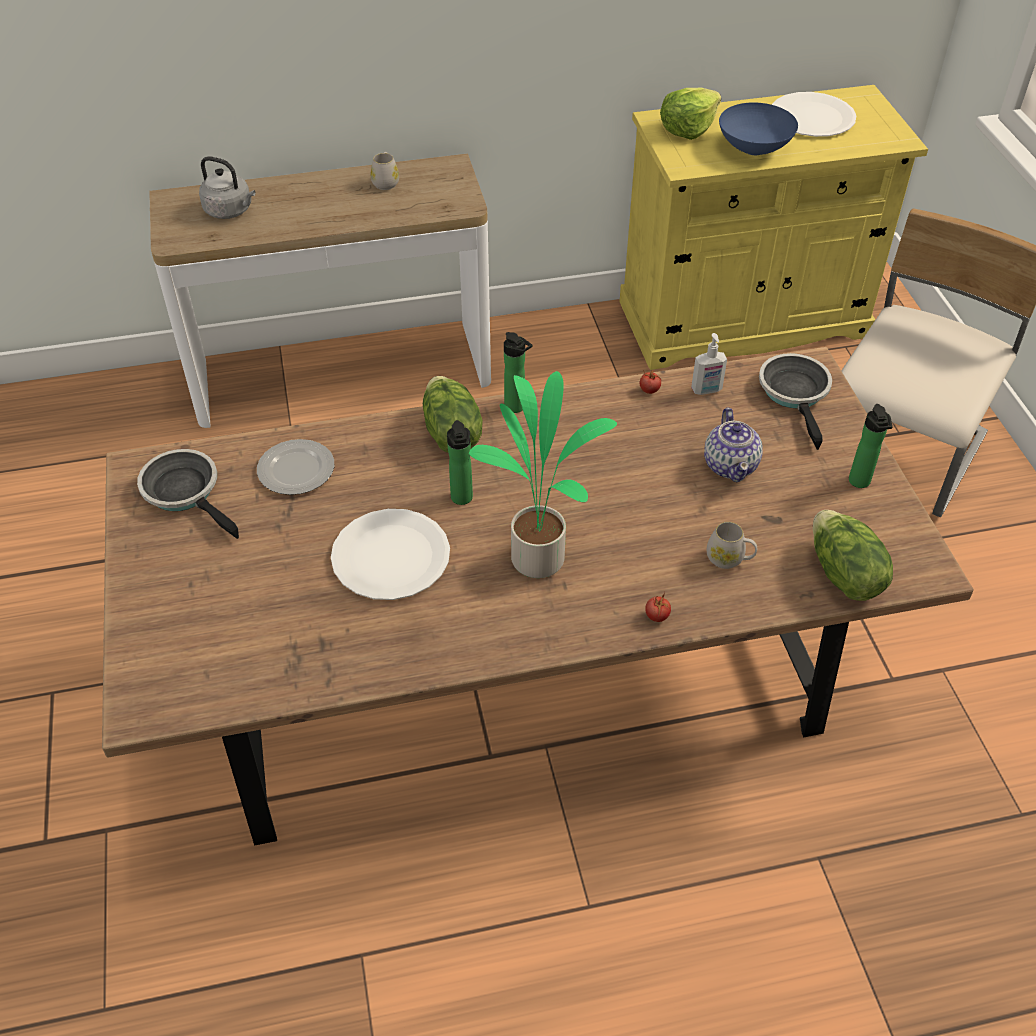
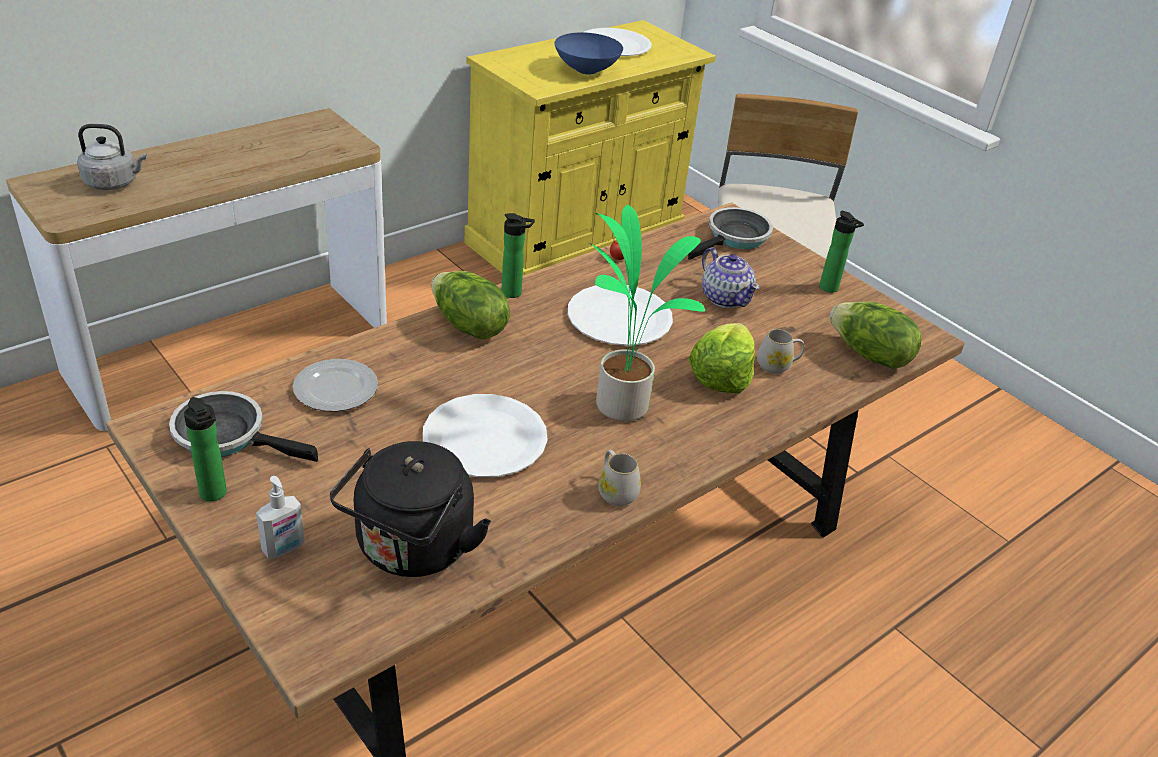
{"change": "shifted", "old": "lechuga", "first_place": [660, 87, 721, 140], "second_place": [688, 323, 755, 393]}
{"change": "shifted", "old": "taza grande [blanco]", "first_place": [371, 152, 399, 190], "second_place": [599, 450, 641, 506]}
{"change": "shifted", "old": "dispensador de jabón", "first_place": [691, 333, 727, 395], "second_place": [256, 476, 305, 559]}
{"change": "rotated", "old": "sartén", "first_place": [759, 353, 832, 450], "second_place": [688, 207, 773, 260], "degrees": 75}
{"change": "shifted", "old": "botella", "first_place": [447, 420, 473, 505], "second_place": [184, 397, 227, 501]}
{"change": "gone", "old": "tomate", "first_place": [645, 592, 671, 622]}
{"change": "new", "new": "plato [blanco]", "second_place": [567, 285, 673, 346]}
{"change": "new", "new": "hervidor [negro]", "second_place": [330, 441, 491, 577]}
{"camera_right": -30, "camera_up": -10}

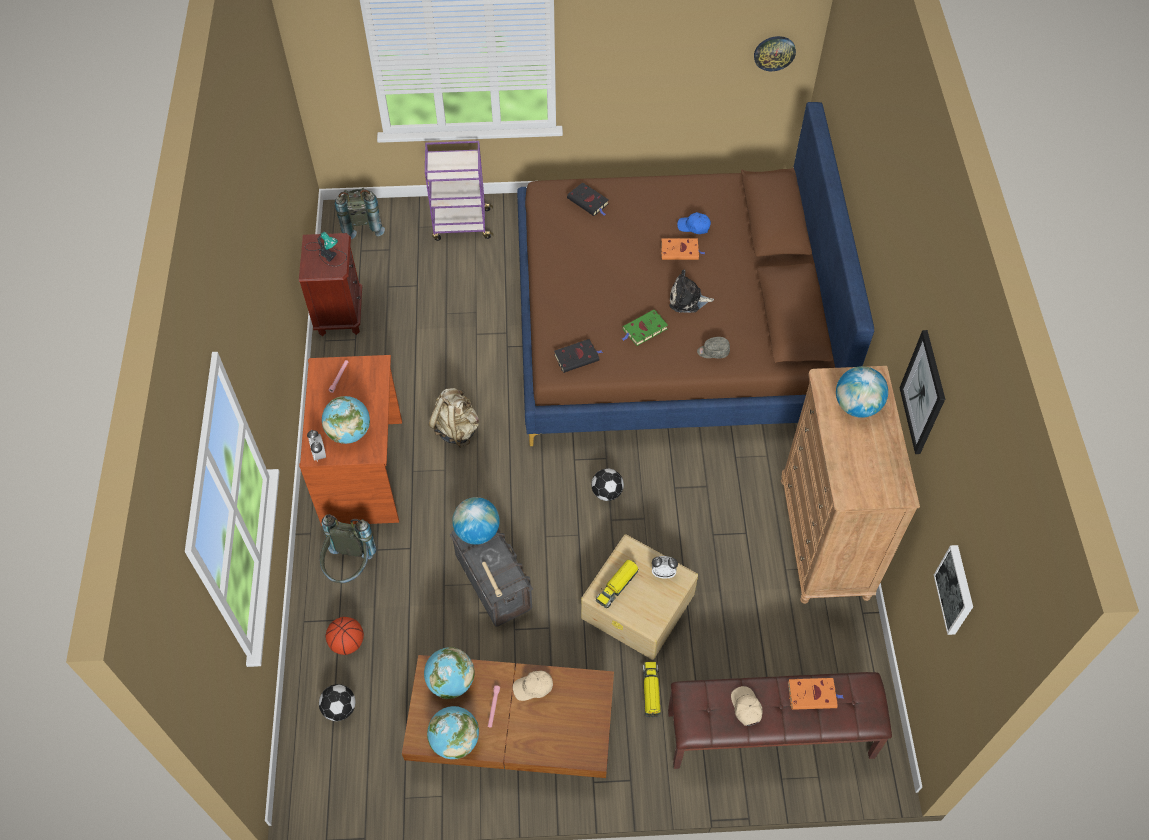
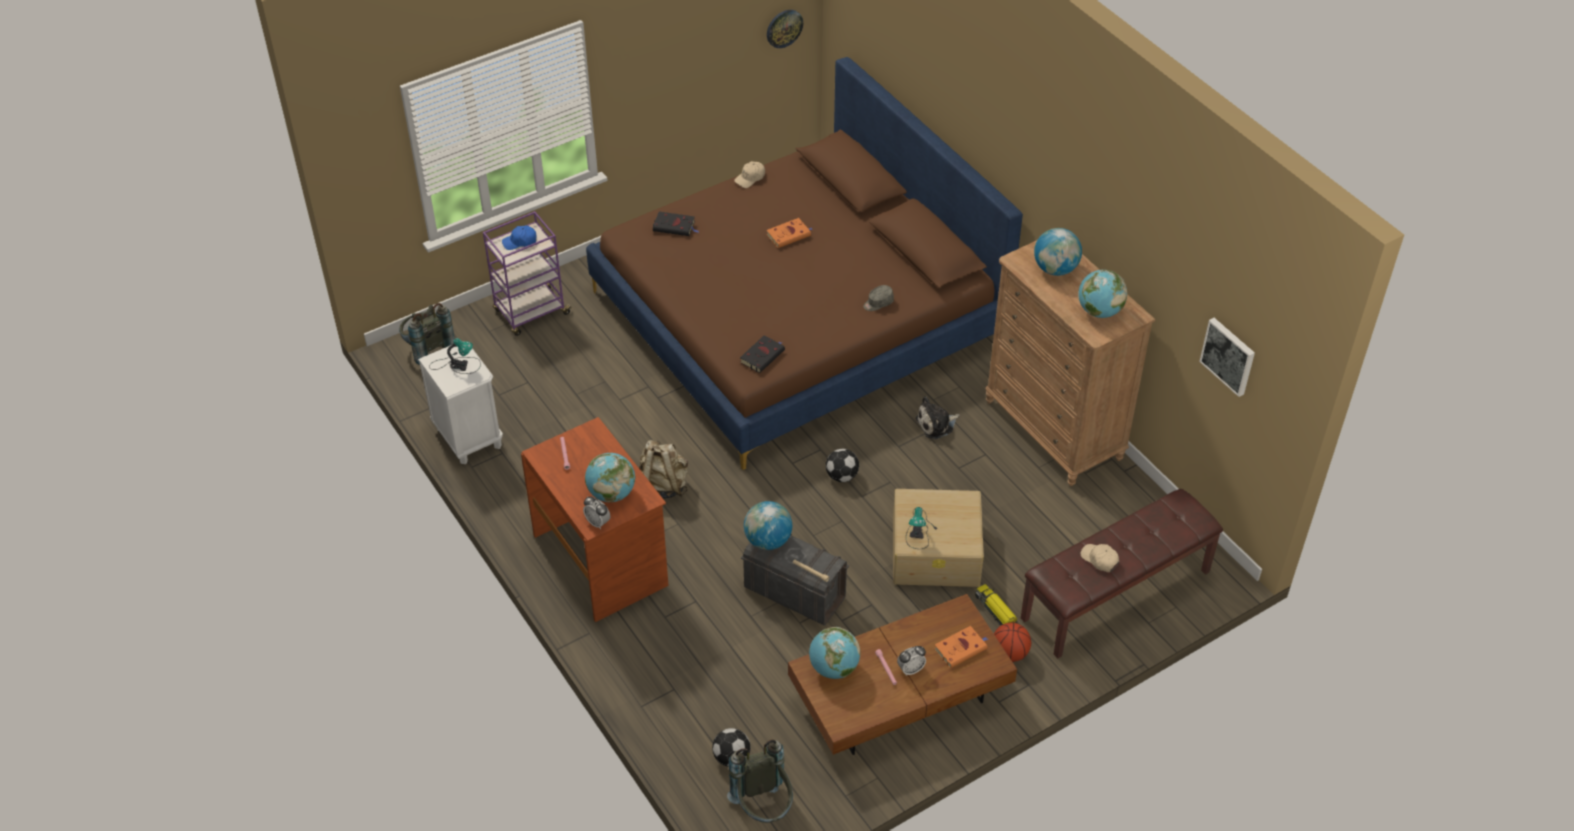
{"change": "shifted", "old": "gorra [azul]", "first_place": [677, 212, 711, 234], "second_place": [502, 226, 536, 250]}
{"change": "repainted", "old": "mesita de noche [marrón]", "new": "mesita de noche [blanco]", "first_place": [299, 233, 362, 336], "second_place": [418, 341, 503, 464]}
{"change": "shifted", "old": "peluche", "first_place": [669, 270, 714, 313], "second_place": [915, 397, 960, 439]}
{"change": "gone", "old": "libro [verde]", "first_place": [622, 310, 668, 346]}
{"change": "gone", "old": "cuadro", "first_place": [900, 330, 945, 454]}
{"change": "shifted", "old": "mochila [gris]", "first_place": [320, 514, 377, 583], "second_place": [727, 740, 793, 823]}
{"change": "shifted", "old": "despertador", "first_place": [652, 556, 678, 579], "second_place": [897, 646, 926, 676]}
{"change": "swapped", "old": "camión de juguete", "new": "lámpara de mesa", "first_place": [596, 560, 639, 608], "second_place": [906, 507, 938, 549]}
{"change": "shifted", "old": "balón de baloncesto", "first_place": [325, 617, 364, 655], "second_place": [994, 622, 1031, 662]}
{"change": "shifted", "old": "gorra [beis]", "first_place": [513, 670, 553, 701], "second_place": [734, 161, 765, 188]}
{"change": "shifted", "old": "libro [naranja]", "first_place": [788, 678, 844, 710], "second_place": [934, 626, 988, 668]}
{"change": "shifted", "old": "globo terráqueo", "first_place": [427, 706, 479, 759], "second_place": [1078, 270, 1127, 318]}
{"camera_right": -30, "camera_up": -10}

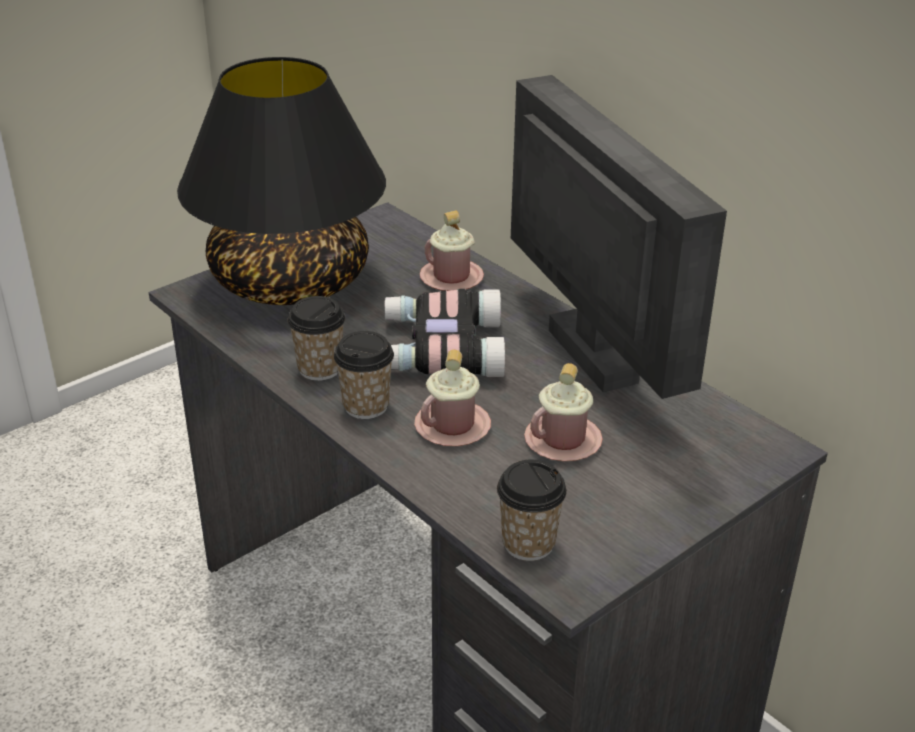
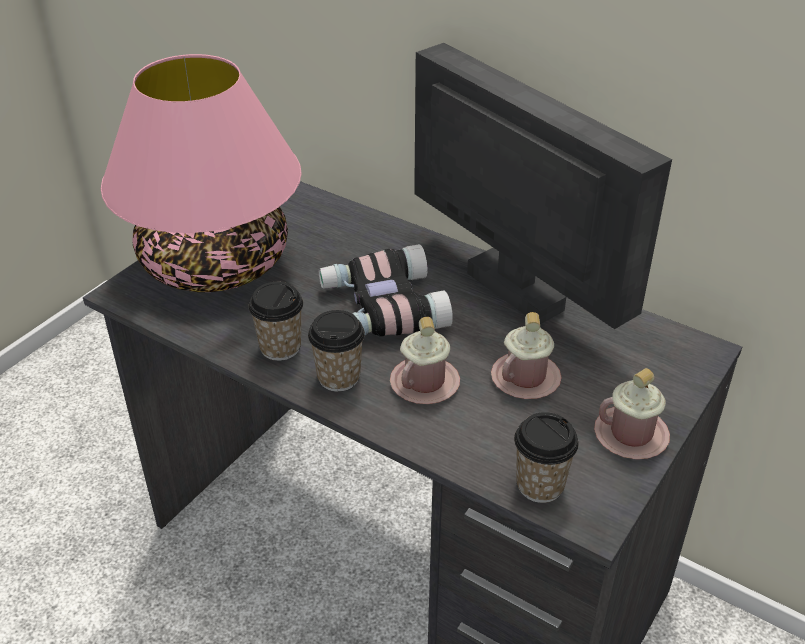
{"change": "repainted", "old": "lámpara de mesa [negro]", "new": "lámpara de mesa [rosa]", "first_place": [177, 57, 386, 305], "second_place": [101, 54, 302, 292]}
{"change": "shifted", "old": "taza grande [rosa]", "first_place": [420, 210, 484, 291], "second_place": [594, 368, 670, 459]}
{"camera_right": -15, "camera_up": 5}

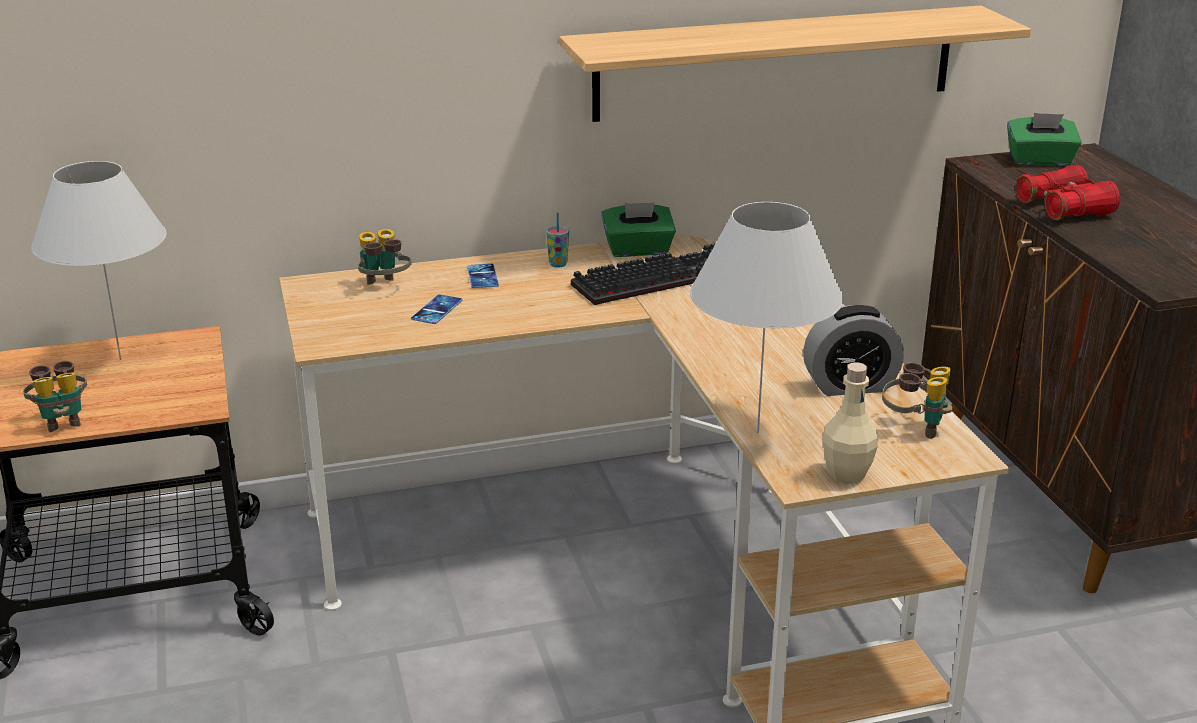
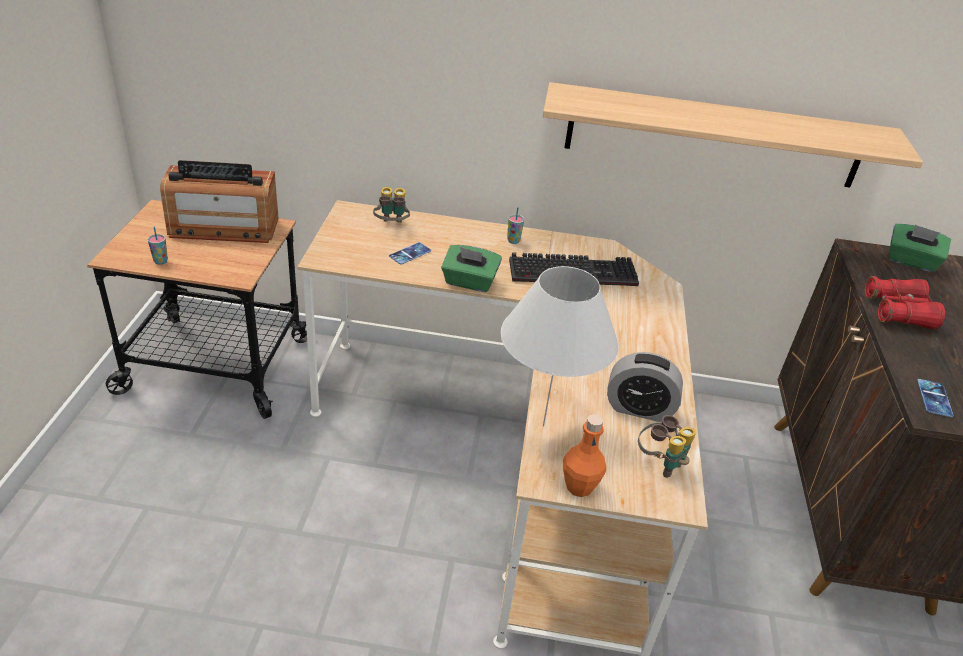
{"change": "swapped", "old": "lámpara de mesa [blanco]", "new": "radio", "first_place": [31, 161, 167, 360], "second_place": [160, 160, 279, 243]}
{"change": "shifted", "old": "caja de pañuelos [verde]", "first_place": [601, 202, 676, 257], "second_place": [441, 245, 502, 292]}
{"change": "shifted", "old": "móvil", "first_place": [467, 264, 499, 288], "second_place": [917, 379, 954, 417]}
{"change": "swapped", "old": "prismáticos", "new": "taza", "first_place": [23, 361, 87, 432], "second_place": [148, 227, 168, 265]}
{"change": "repainted", "old": "botella [beis]", "new": "botella [naranja]", "first_place": [823, 362, 878, 484], "second_place": [563, 414, 606, 497]}
{"camera_right": 20, "camera_up": 10}

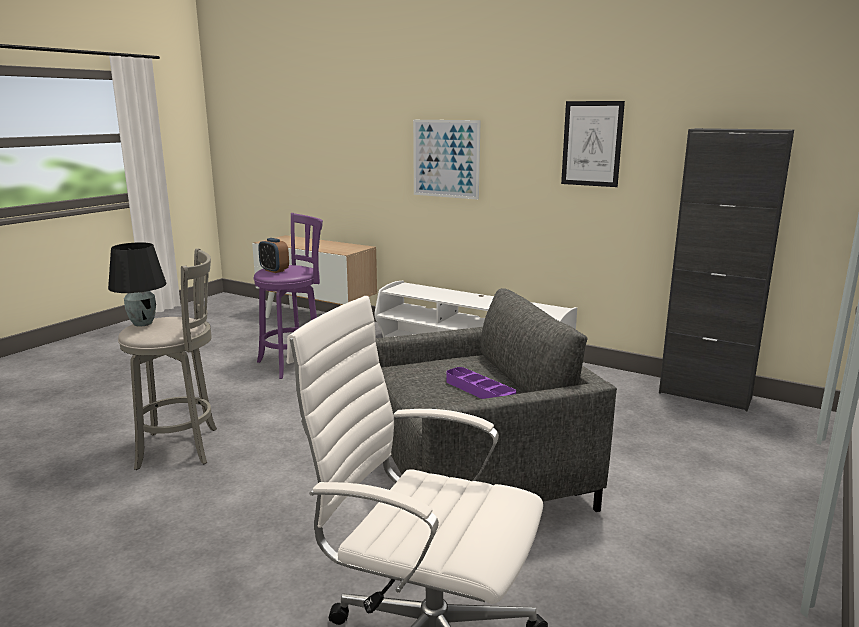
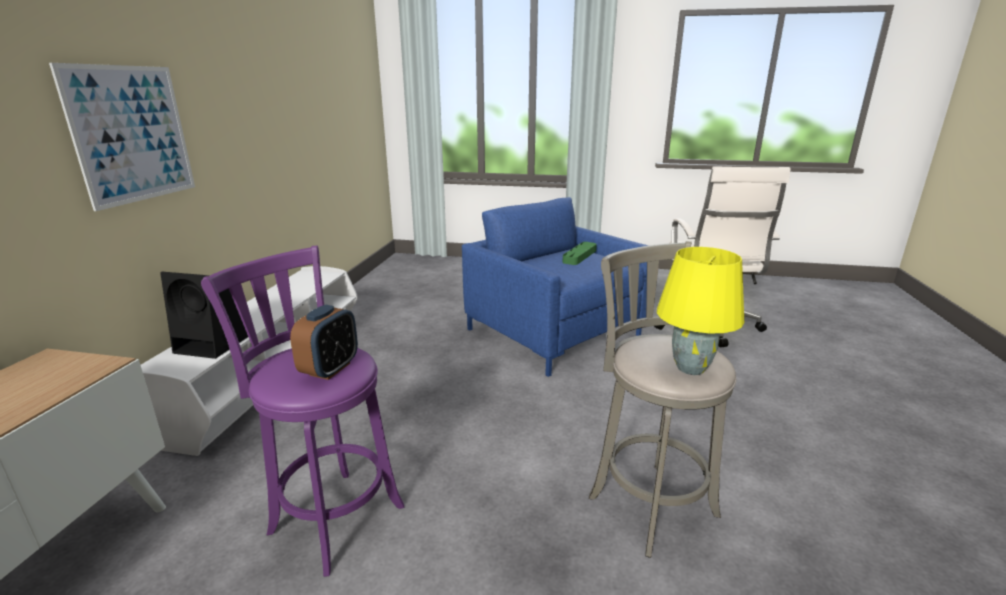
{"change": "gone", "old": "cuadro", "first_place": [561, 101, 625, 187]}
{"change": "gone", "old": "armario [negro]", "first_place": [659, 128, 794, 411]}
{"change": "repainted", "old": "lámpara de mesa [negro]", "new": "lámpara de mesa [amarillo]", "first_place": [108, 242, 166, 327], "second_place": [657, 247, 744, 375]}
{"change": "repainted", "old": "sillón [gris]", "new": "sillón [azul]", "first_place": [375, 288, 617, 512], "second_place": [462, 197, 649, 377]}
{"change": "repainted", "old": "bandeja [morado]", "new": "bandeja [verde]", "first_place": [446, 367, 516, 399], "second_place": [563, 242, 597, 265]}
{"change": "new", "new": "altavoz [negro]", "second_place": [160, 272, 248, 359]}
{"camera_right": -110, "camera_up": 5}

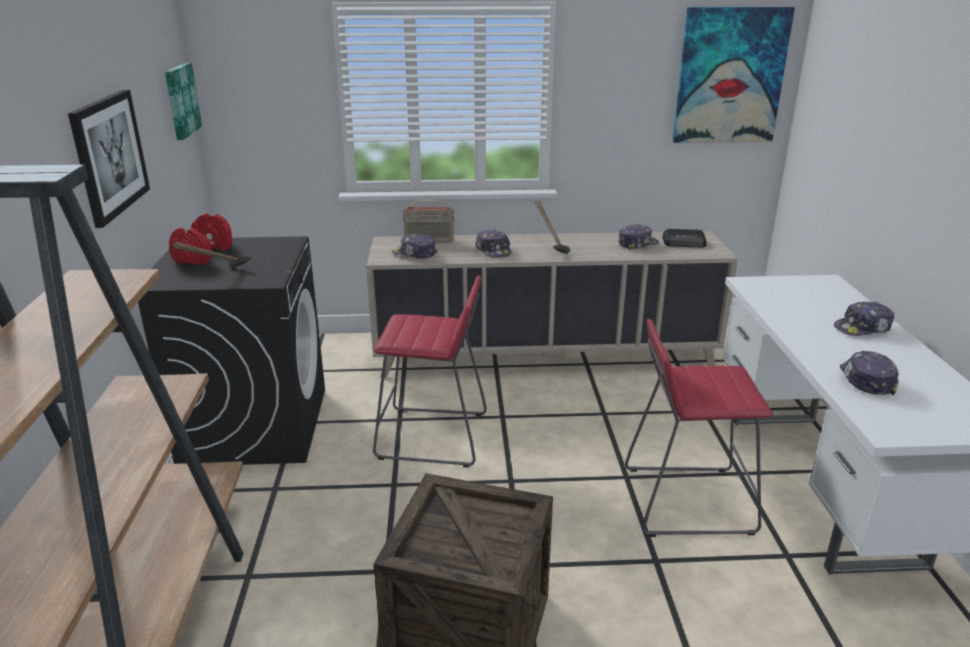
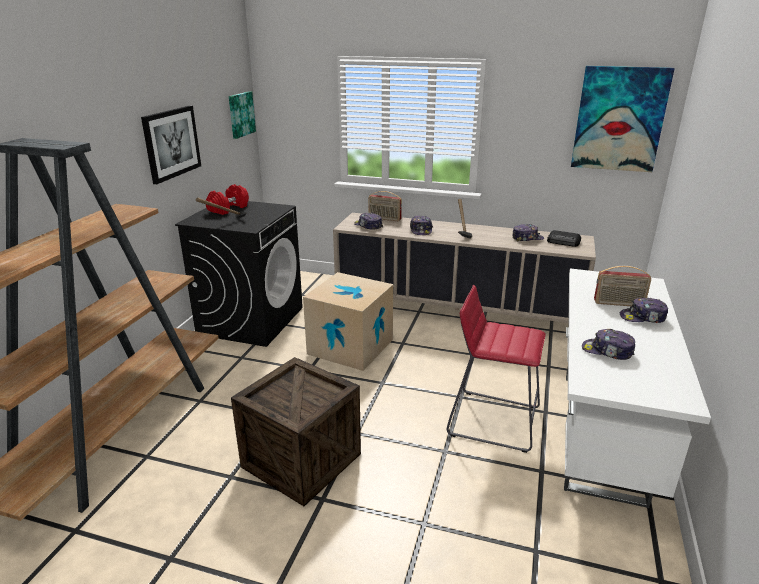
{"change": "swapped", "old": "taburete [rojo]", "new": "caja de cartón", "first_place": [373, 275, 487, 468], "second_place": [303, 272, 393, 371]}
{"change": "rotated", "old": "gorra", "first_place": [840, 351, 899, 395], "second_place": [582, 329, 635, 360], "degrees": -90}
{"change": "new", "new": "radio", "second_place": [594, 266, 651, 306]}
{"camera_right": 20, "camera_up": 0}

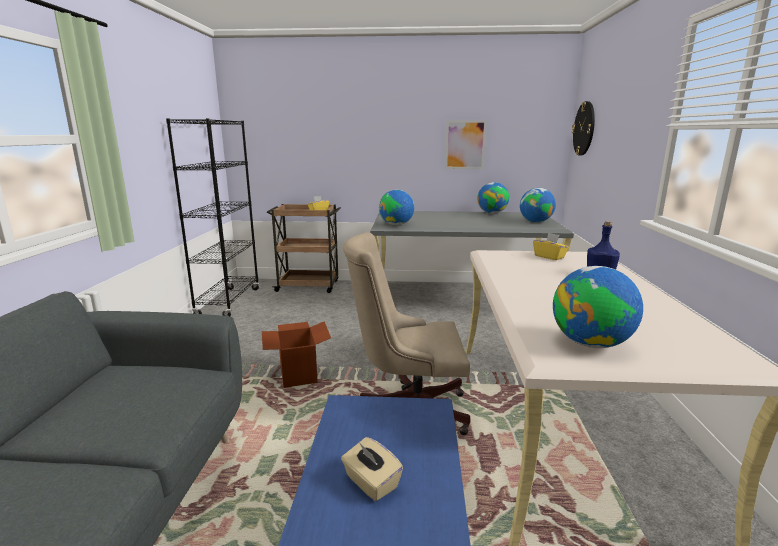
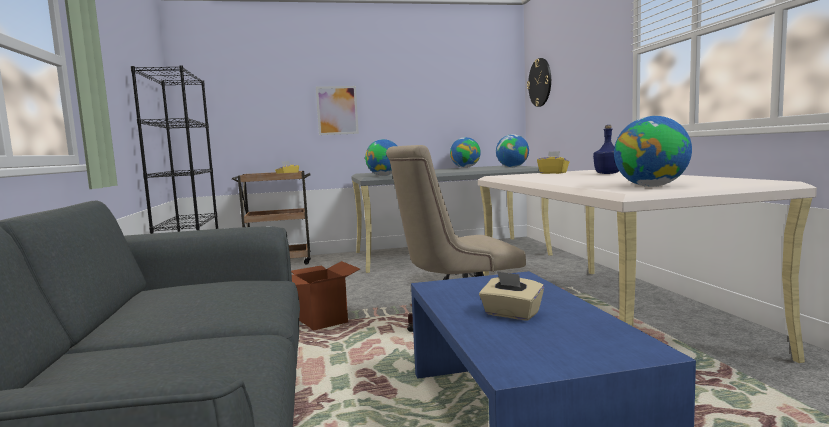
{"change": "shifted", "old": "cuadro", "first_place": [445, 120, 487, 169], "second_place": [316, 86, 359, 135]}
{"camera_right": -15, "camera_up": -10}

